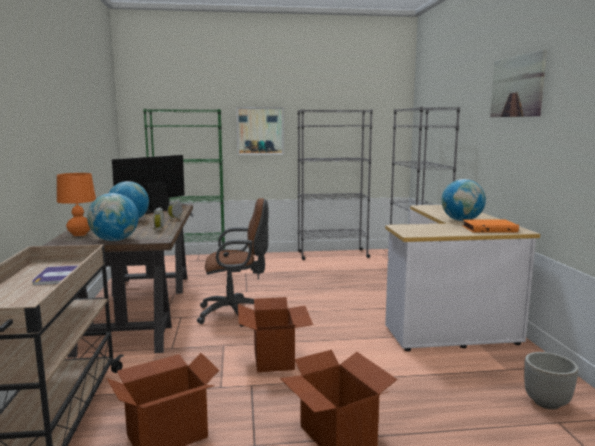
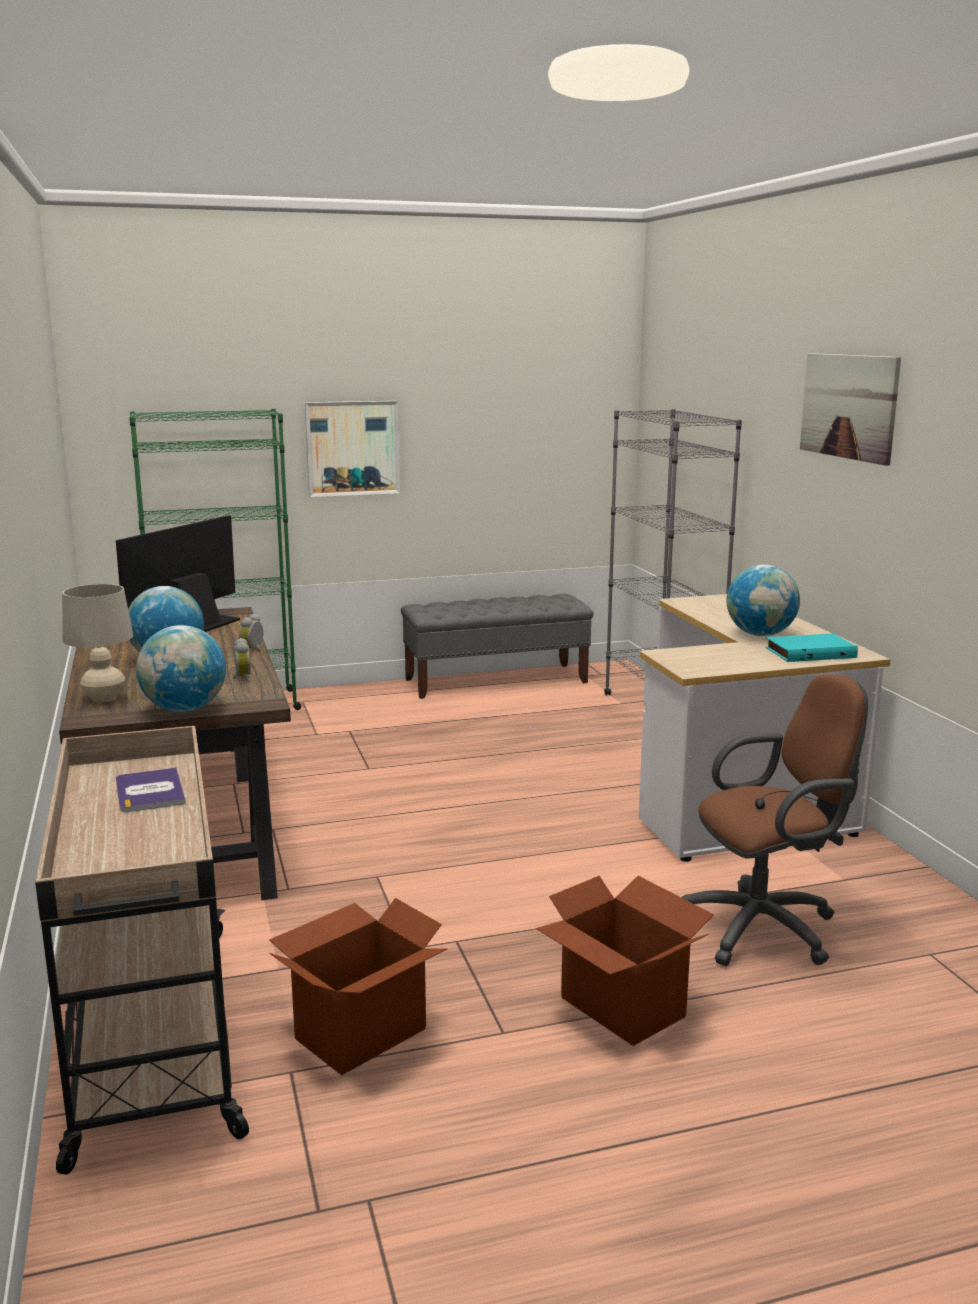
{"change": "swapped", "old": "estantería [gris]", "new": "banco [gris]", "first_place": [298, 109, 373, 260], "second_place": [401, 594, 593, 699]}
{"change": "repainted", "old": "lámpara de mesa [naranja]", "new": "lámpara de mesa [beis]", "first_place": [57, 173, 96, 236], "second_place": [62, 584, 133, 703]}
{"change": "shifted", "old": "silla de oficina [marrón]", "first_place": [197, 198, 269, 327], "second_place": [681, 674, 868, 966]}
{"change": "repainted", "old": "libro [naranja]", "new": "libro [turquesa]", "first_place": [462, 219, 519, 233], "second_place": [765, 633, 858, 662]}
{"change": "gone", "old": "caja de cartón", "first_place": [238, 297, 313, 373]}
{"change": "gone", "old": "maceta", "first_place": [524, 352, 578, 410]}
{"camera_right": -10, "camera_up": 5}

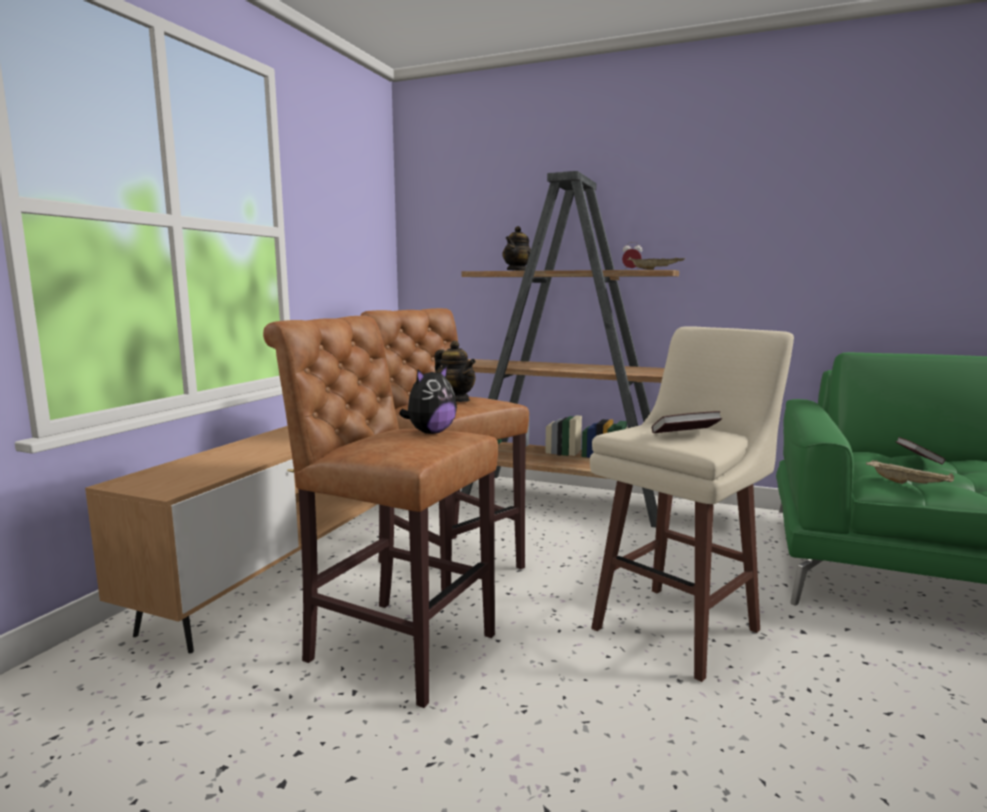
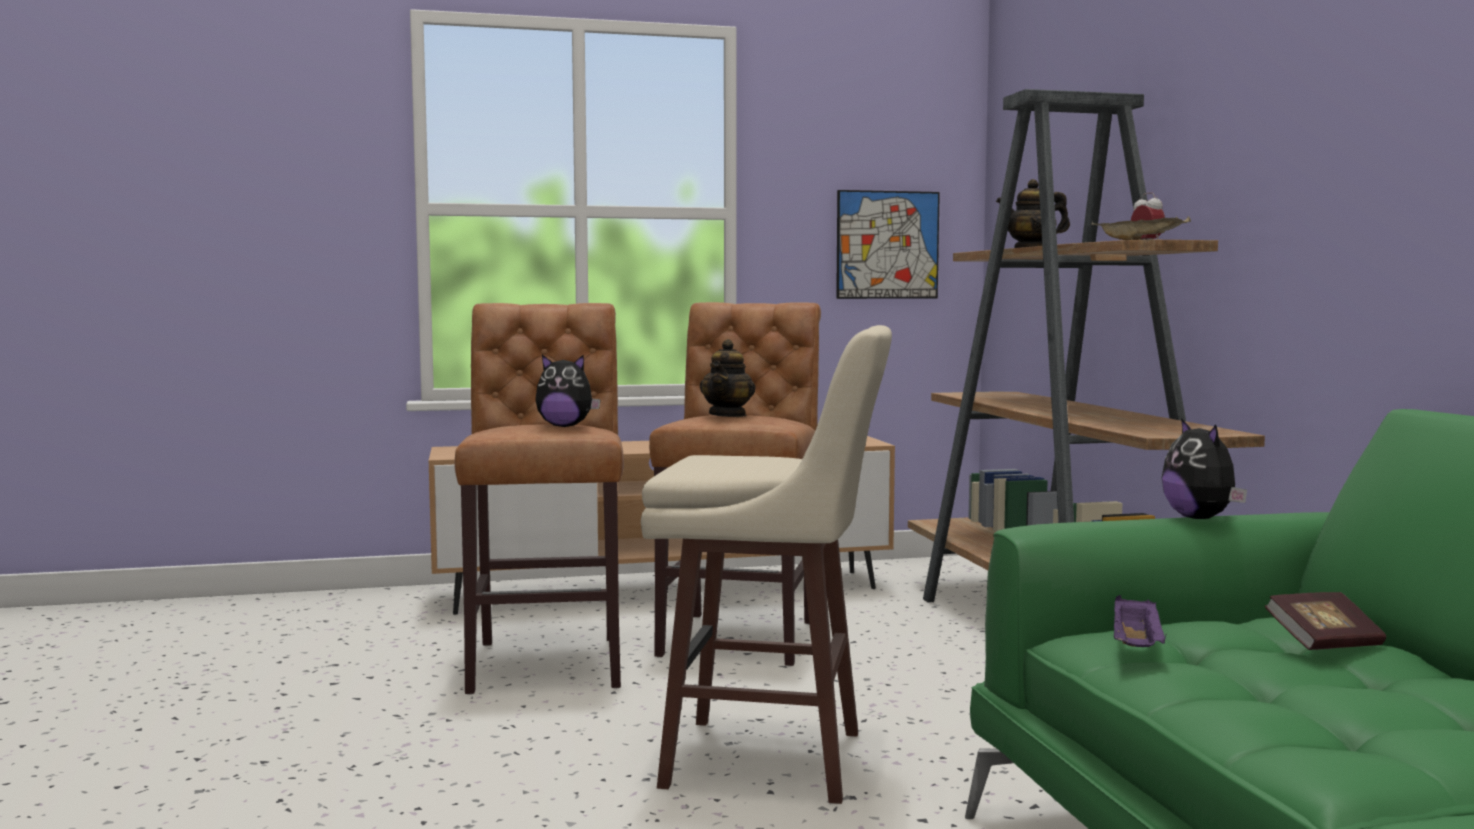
{"change": "gone", "old": "libro", "first_place": [652, 411, 722, 433]}
{"change": "repainted", "old": "bandeja [beis]", "new": "bandeja [morado]", "first_place": [866, 460, 954, 484], "second_place": [1114, 595, 1166, 647]}
{"change": "new", "new": "cuadro", "second_place": [836, 190, 940, 299]}
{"change": "new", "new": "peluche", "second_place": [1162, 418, 1247, 519]}
{"camera_right": 55, "camera_up": -5}

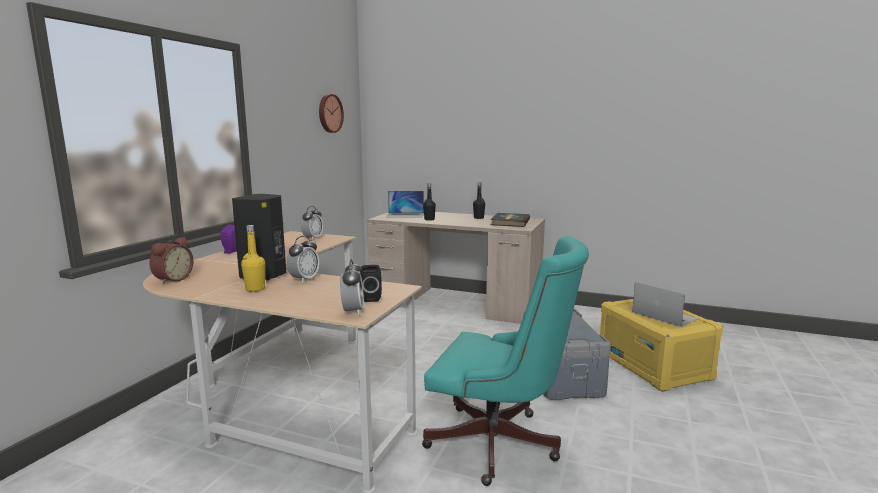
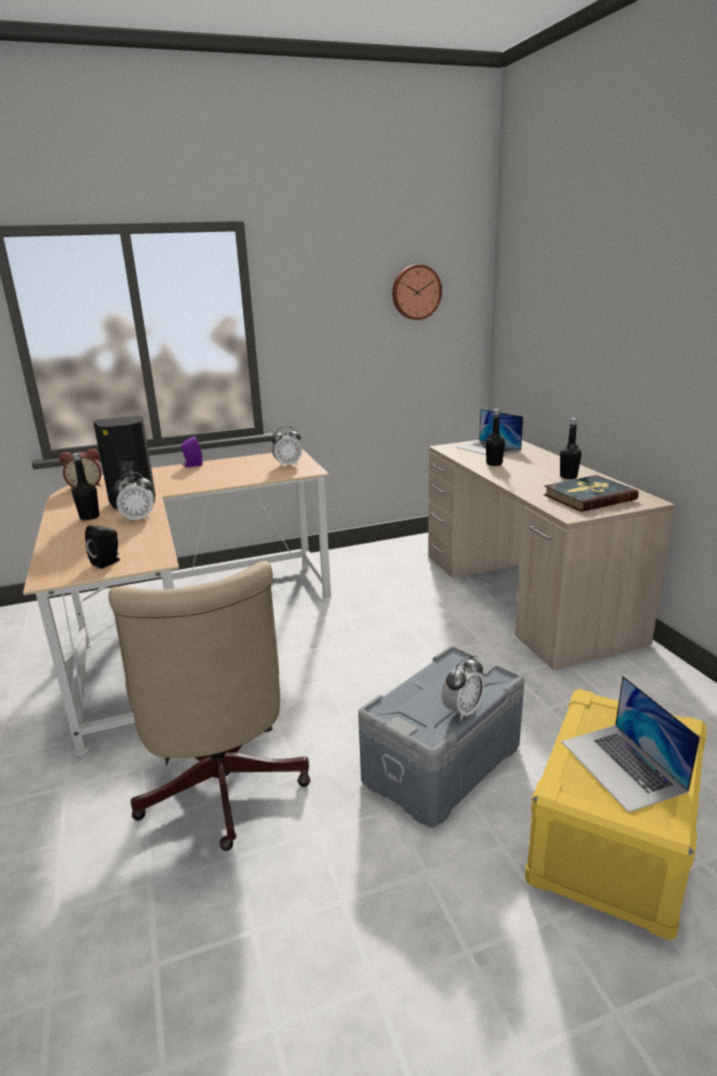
{"change": "repainted", "old": "botella [amarillo]", "new": "botella [negro]", "first_place": [241, 225, 265, 292], "second_place": [72, 453, 99, 520]}
{"change": "repainted", "old": "silla de oficina [turquesa]", "new": "silla de oficina [beis]", "first_place": [422, 236, 589, 486], "second_place": [108, 561, 310, 851]}
{"change": "shifted", "old": "despertador", "first_place": [340, 259, 364, 316], "second_place": [442, 656, 485, 720]}
{"change": "rotated", "old": "portátil", "first_place": [632, 282, 699, 327], "second_place": [561, 676, 700, 813], "degrees": 150}
{"camera_right": 50, "camera_up": 10}

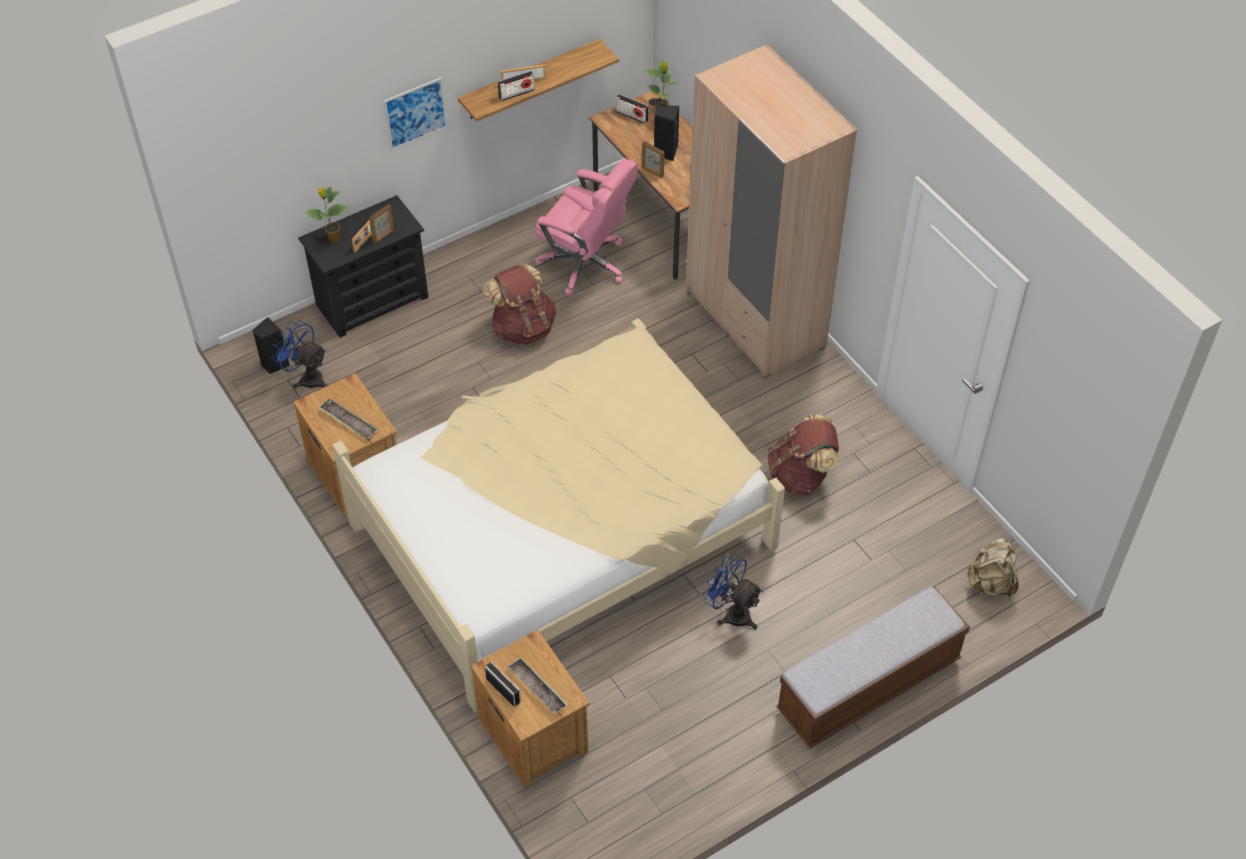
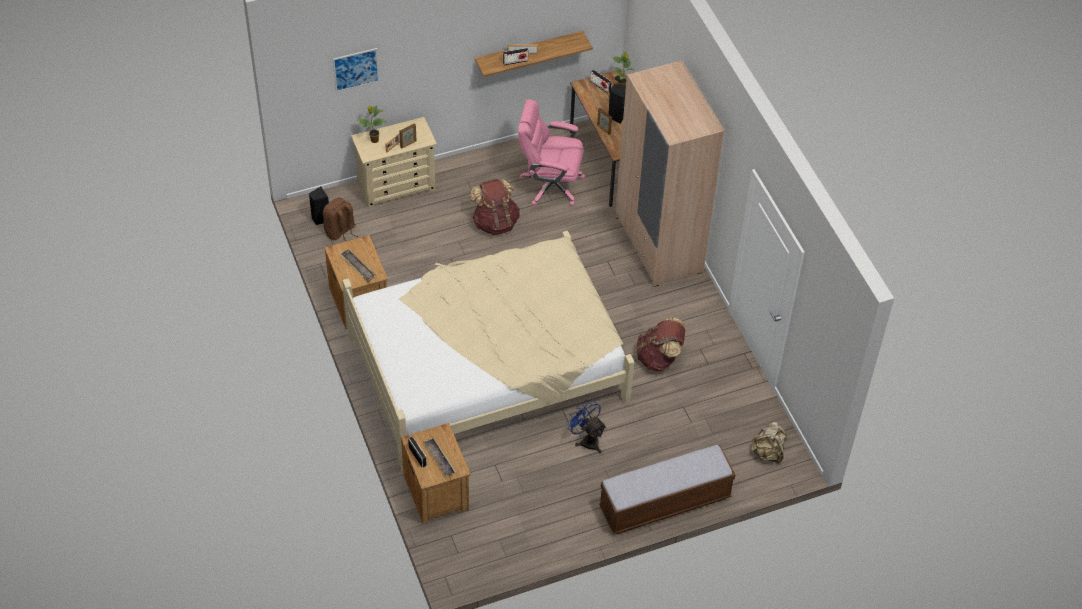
{"change": "shifted", "old": "cuadro", "first_place": [384, 77, 447, 151], "second_place": [333, 48, 379, 92]}
{"change": "rotated", "old": "silla de oficina [rosa]", "first_place": [535, 159, 638, 296], "second_place": [518, 99, 585, 206], "degrees": 150}
{"change": "repainted", "old": "cómoda [negro]", "new": "cómoda [beis]", "first_place": [298, 195, 429, 338], "second_place": [351, 117, 437, 208]}
{"change": "swapped", "old": "ventilador [azul]", "new": "mochila [marrón]", "first_place": [271, 321, 328, 389], "second_place": [323, 197, 358, 242]}
{"camera_right": 10, "camera_up": 0}

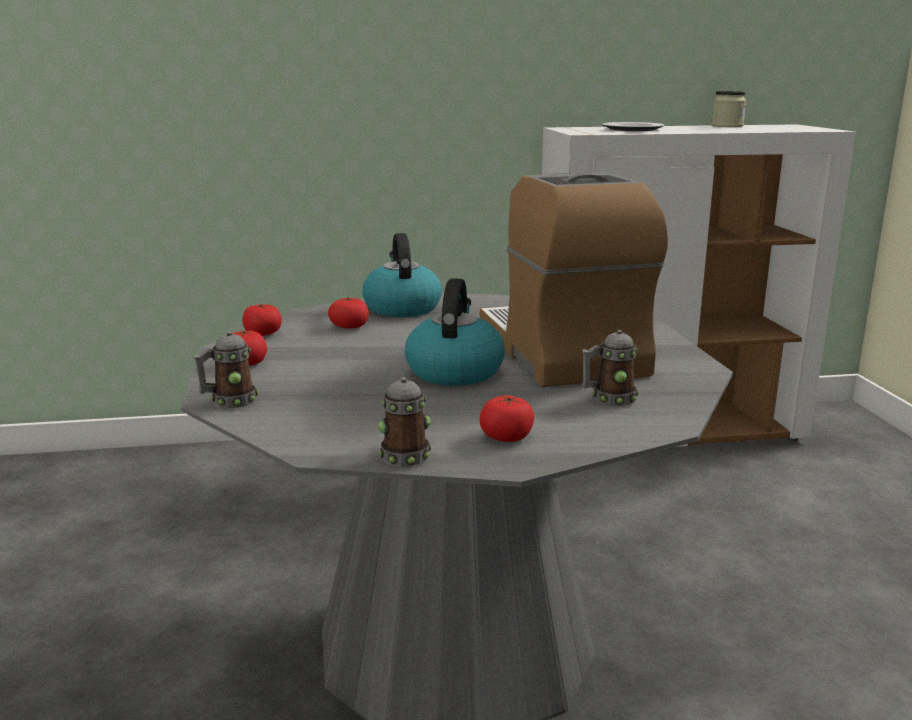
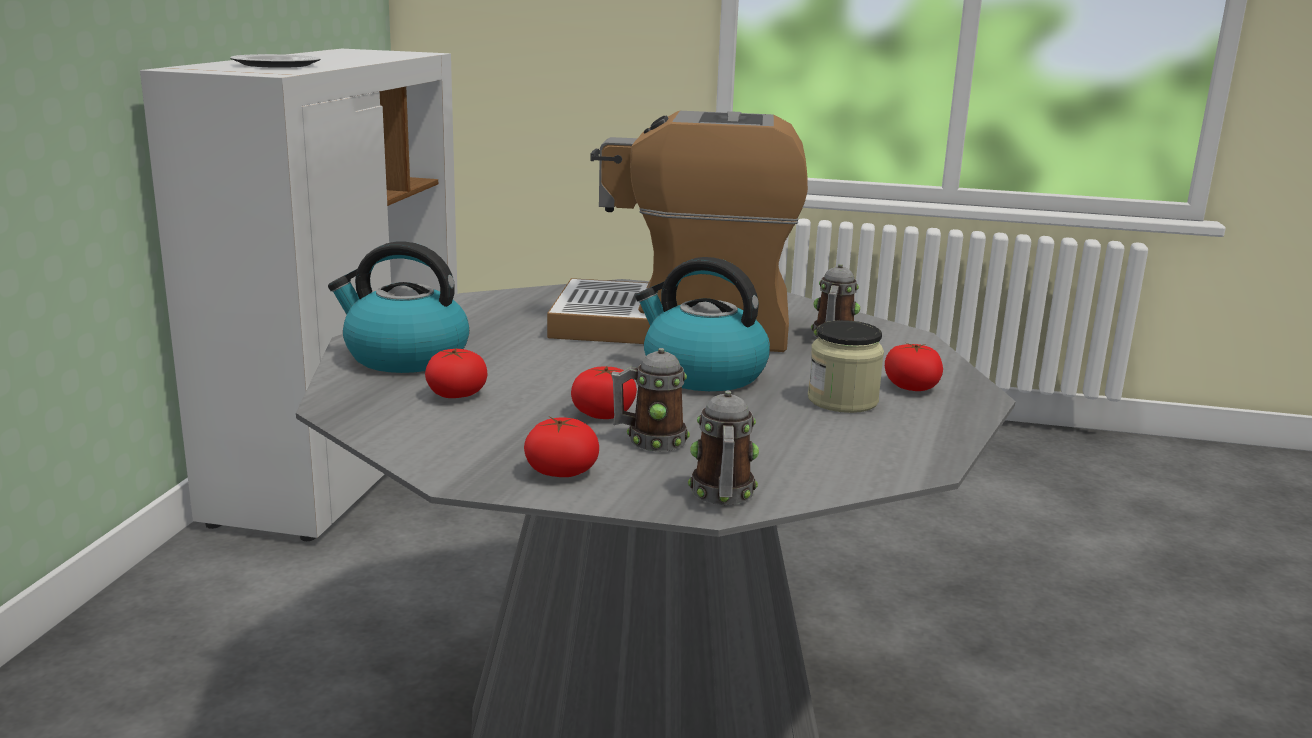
{"change": "shifted", "old": "tarro", "first_place": [711, 91, 746, 127], "second_place": [808, 320, 884, 413]}
{"change": "shifted", "old": "tomate", "first_place": [242, 304, 282, 336], "second_place": [571, 366, 637, 419]}
{"change": "shifted", "old": "taza grande", "first_place": [378, 377, 432, 467], "second_place": [611, 348, 690, 451]}
{"camera_right": -70, "camera_up": 0}

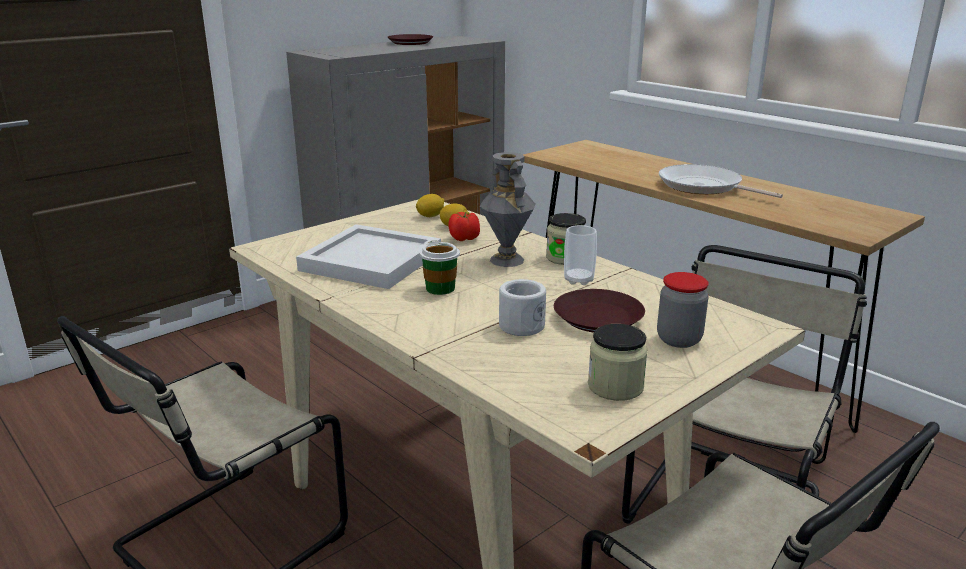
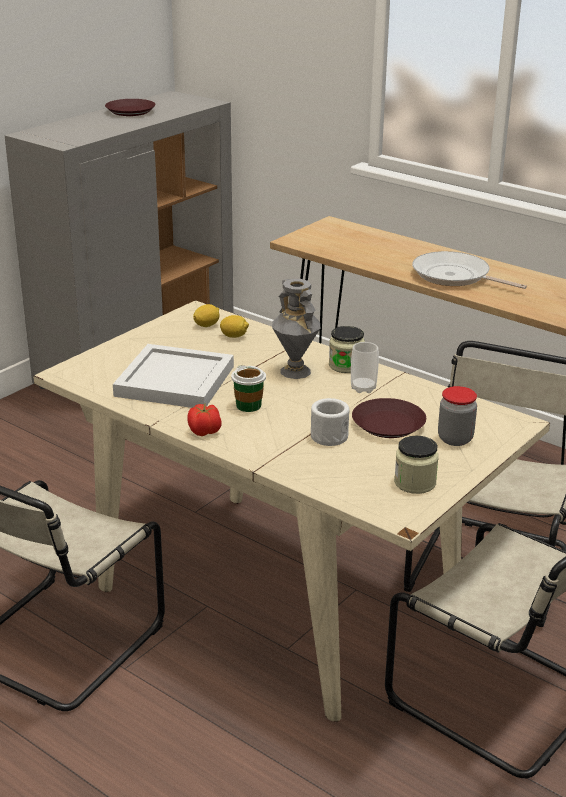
{"change": "shifted", "old": "tomate", "first_place": [448, 211, 480, 241], "second_place": [187, 403, 222, 436]}
{"camera_right": -10, "camera_up": 5}

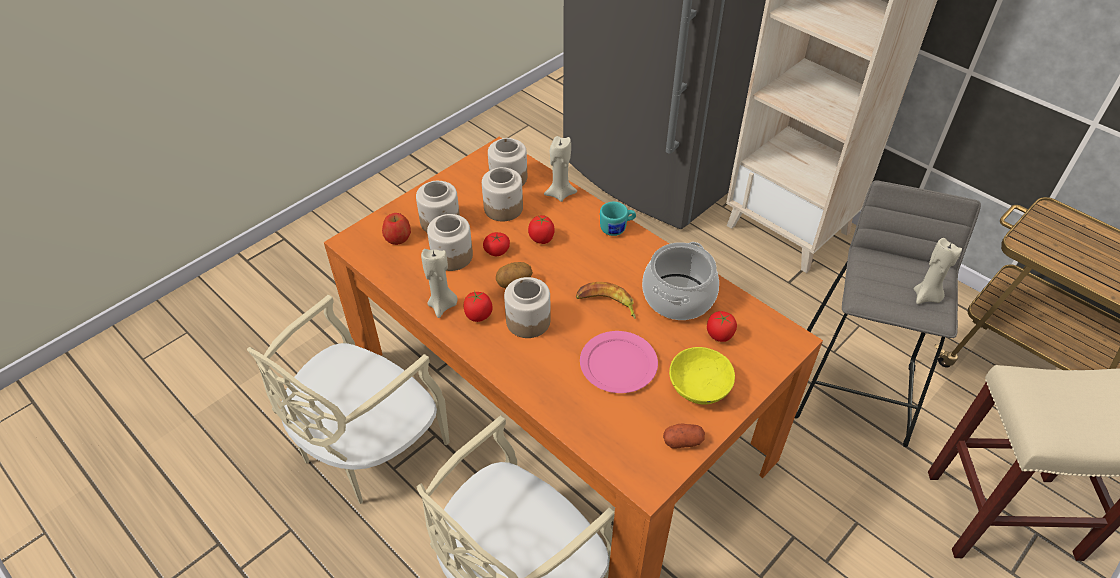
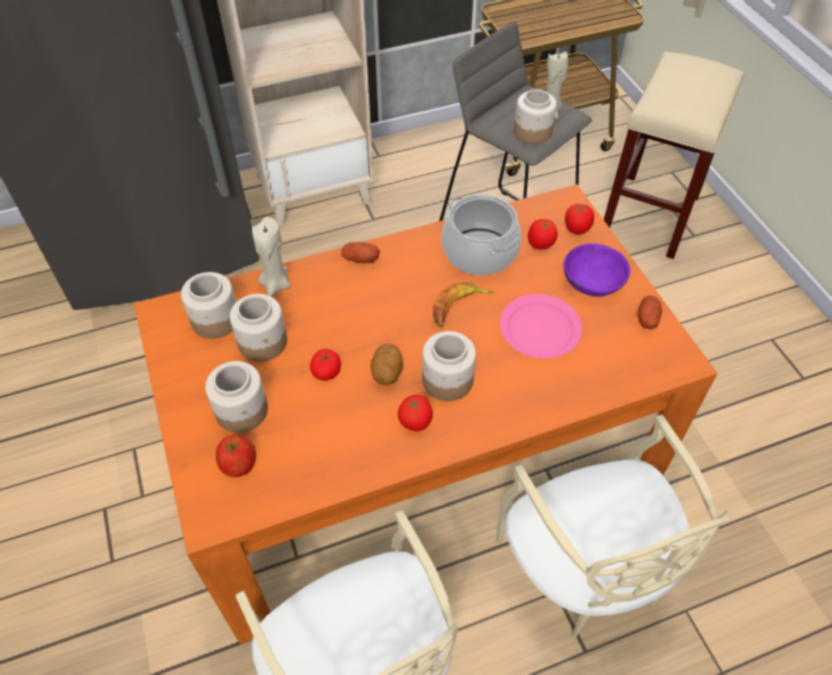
{"change": "swapped", "old": "taza grande [turquesa]", "new": "patata", "first_place": [600, 202, 636, 236], "second_place": [341, 242, 380, 263]}
{"change": "shifted", "old": "tarro", "first_place": [427, 214, 473, 271], "second_place": [514, 89, 557, 144]}
{"change": "shifted", "old": "tomate", "first_place": [528, 215, 555, 244], "second_place": [565, 204, 594, 234]}
{"change": "gone", "old": "vela [beis]", "first_place": [421, 249, 458, 318]}
{"change": "repainted", "old": "cuenco [amarillo]", "new": "cuenco [morado]", "first_place": [669, 347, 735, 405], "second_place": [563, 243, 630, 297]}
{"camera_right": -65, "camera_up": 5}

